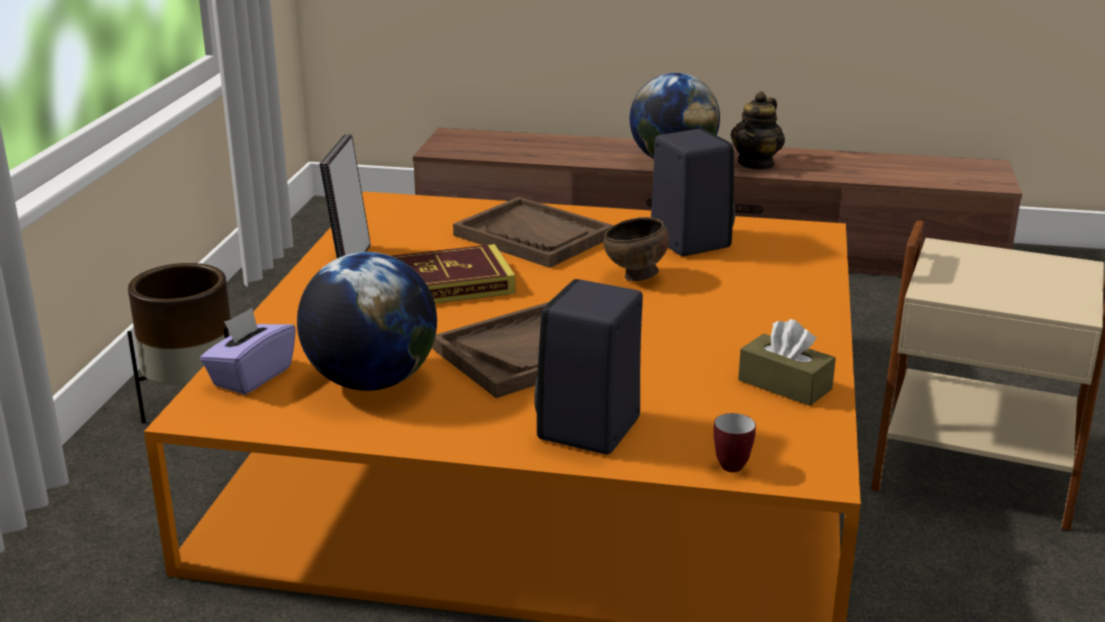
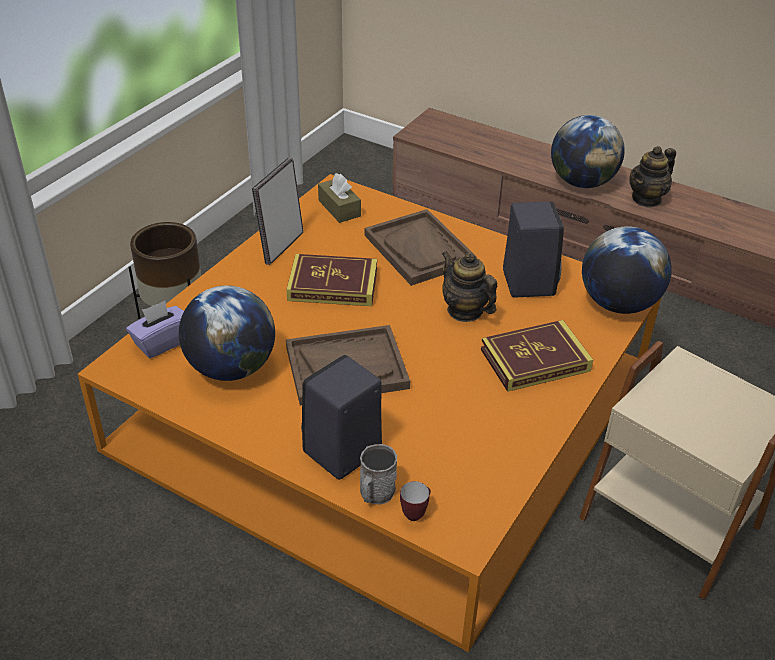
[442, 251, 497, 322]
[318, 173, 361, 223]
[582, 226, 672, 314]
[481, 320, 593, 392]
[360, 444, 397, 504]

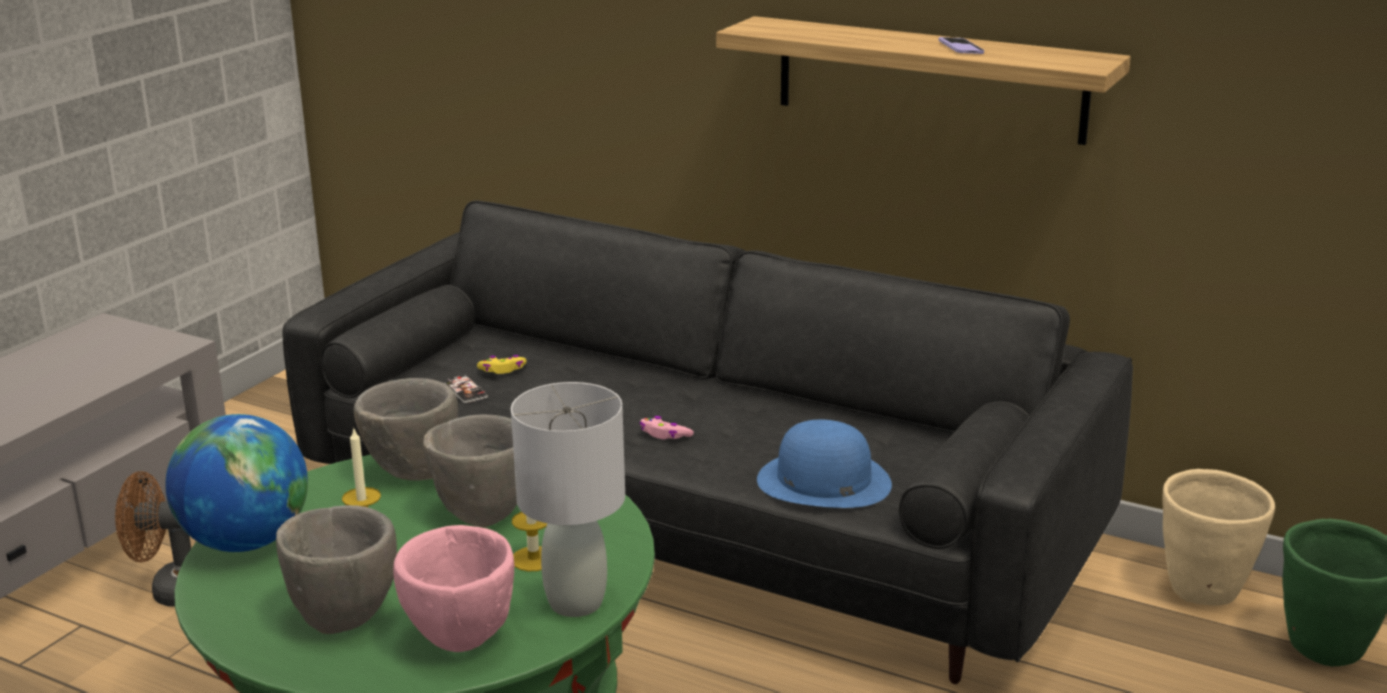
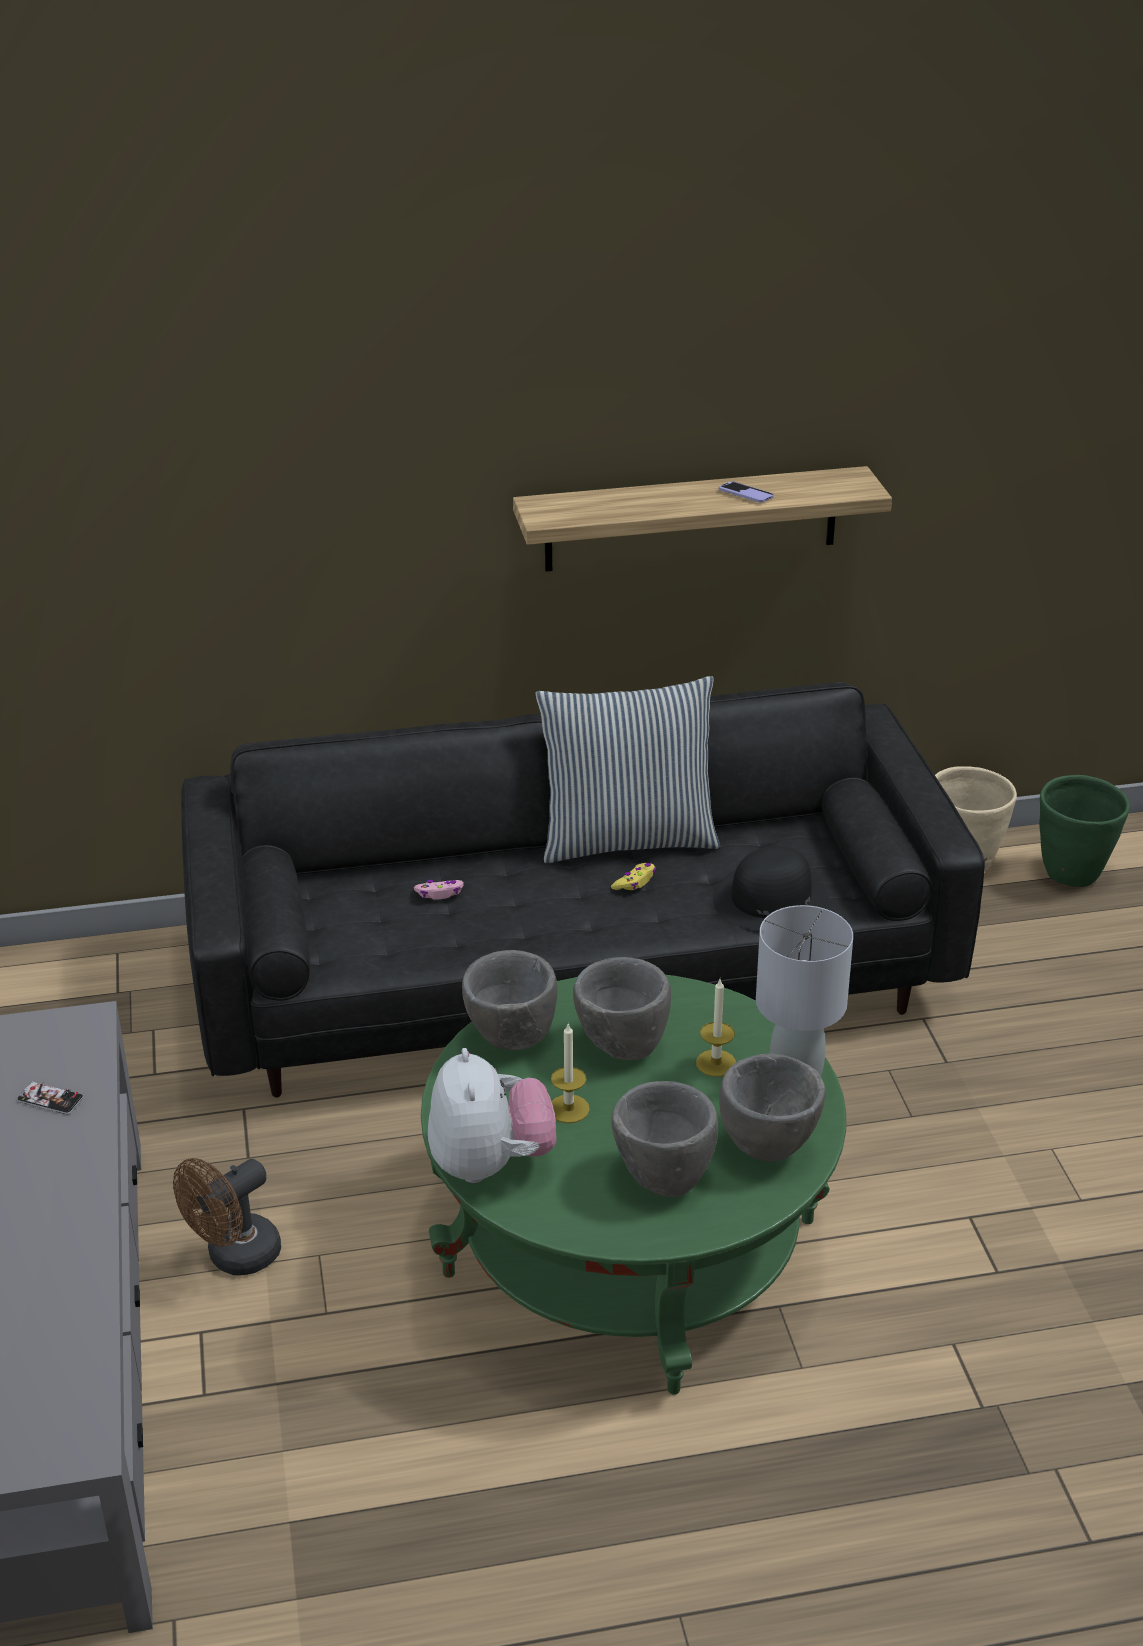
[611, 863, 656, 890]
[17, 1081, 84, 1115]
[428, 1048, 556, 1183]
[414, 880, 464, 900]
[713, 846, 829, 930]
[719, 1054, 826, 1161]
[536, 676, 720, 863]

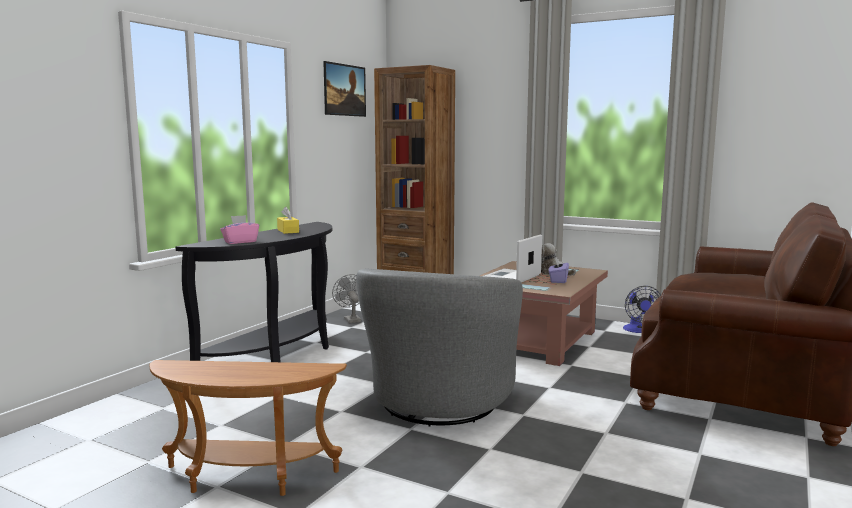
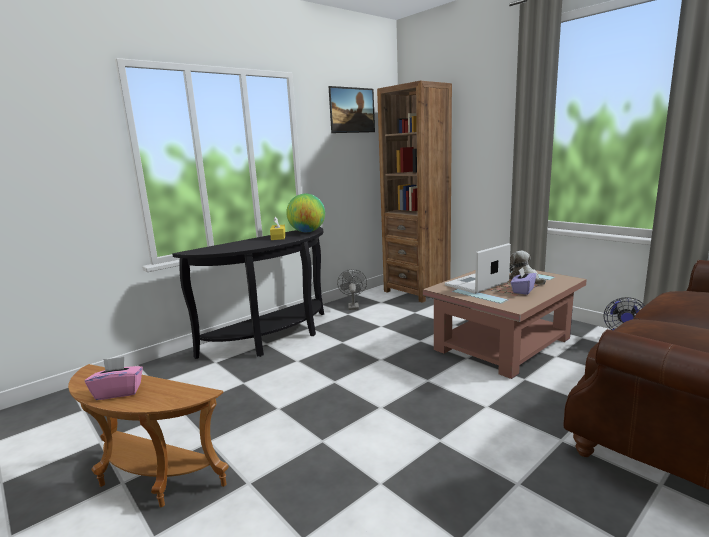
[85, 357, 143, 400]
[356, 269, 523, 427] (first image)
[286, 194, 325, 232]

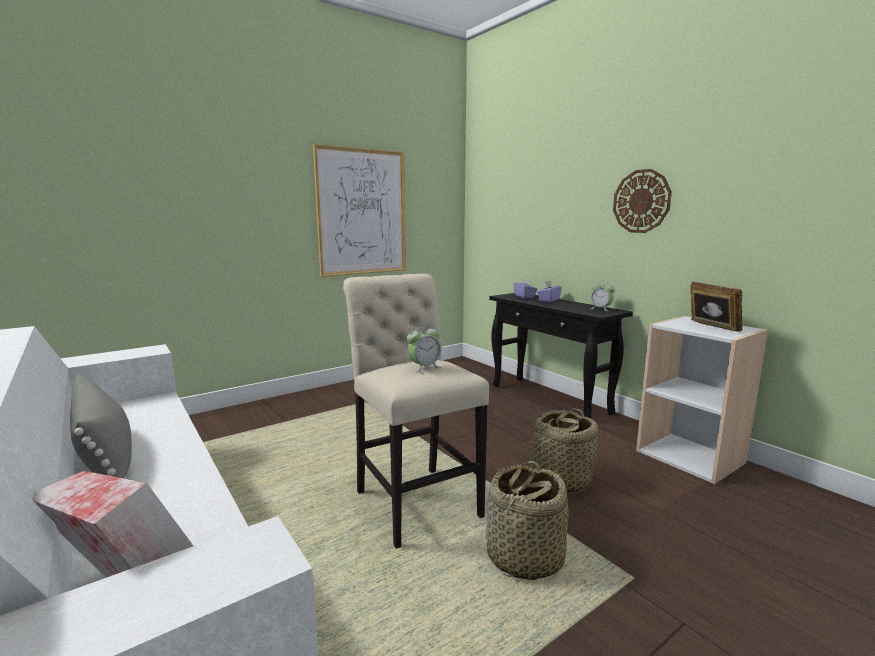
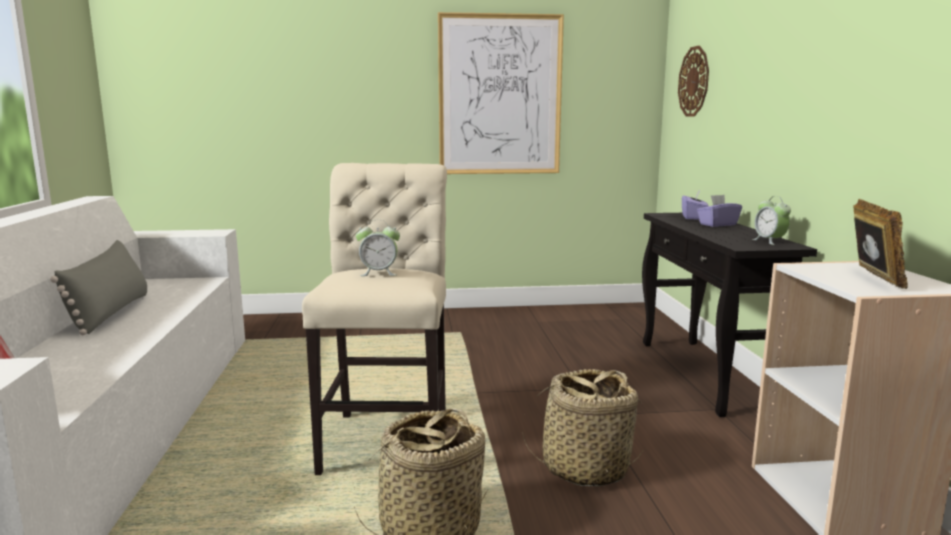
[678, 46, 709, 117]

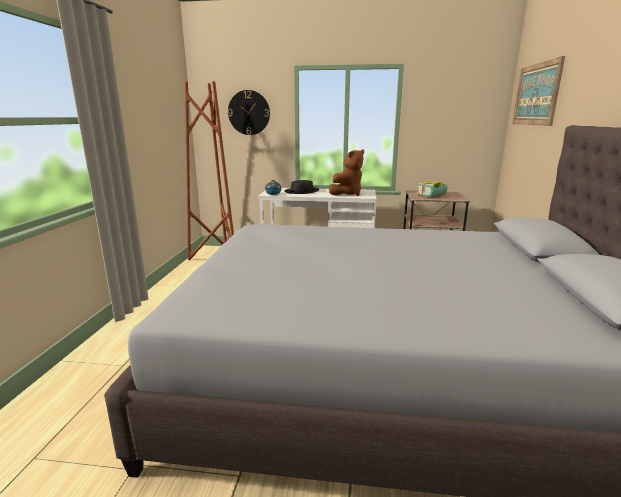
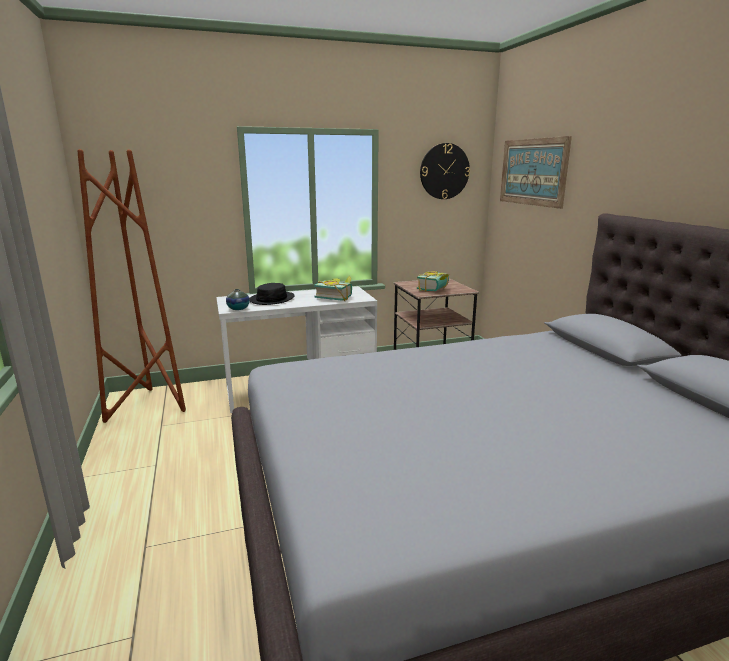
[420, 143, 470, 199]
[314, 276, 352, 301]

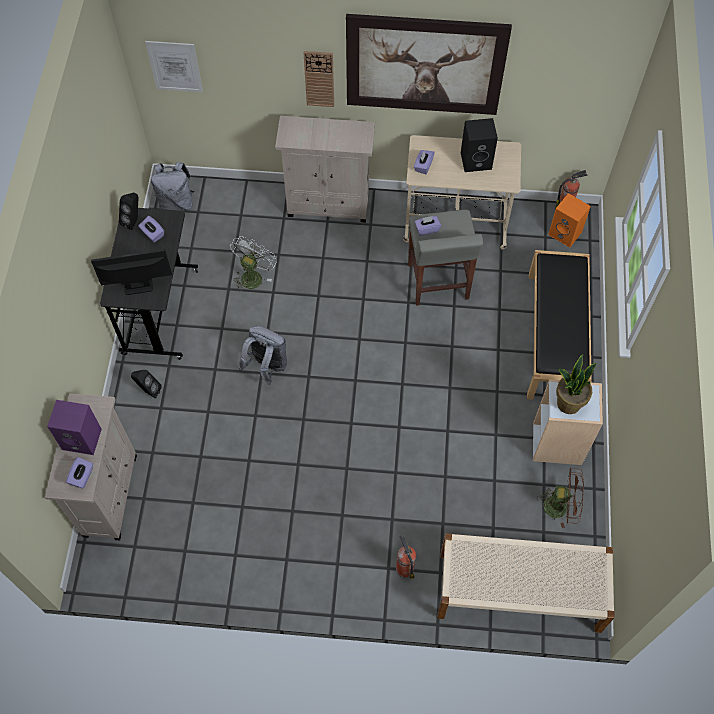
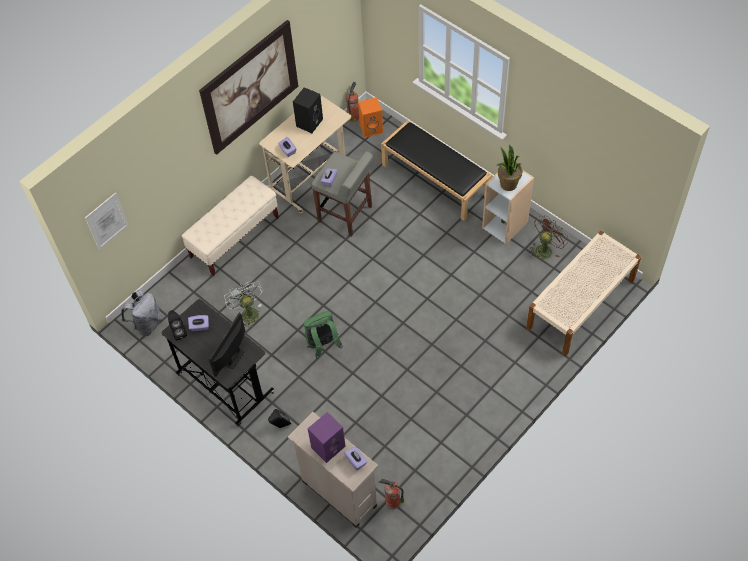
[304, 51, 334, 107] (first image)
[182, 176, 279, 276]
[304, 311, 343, 359]
[378, 478, 404, 509]

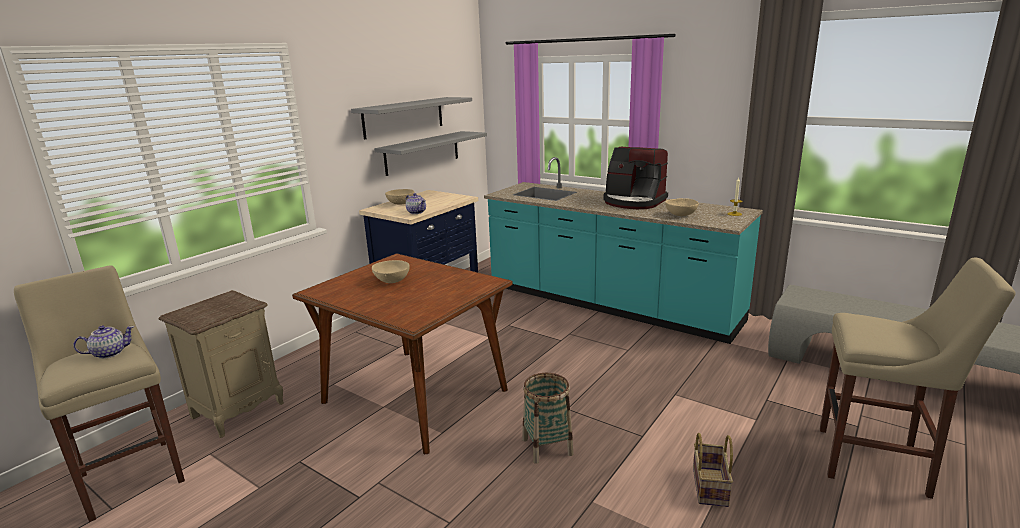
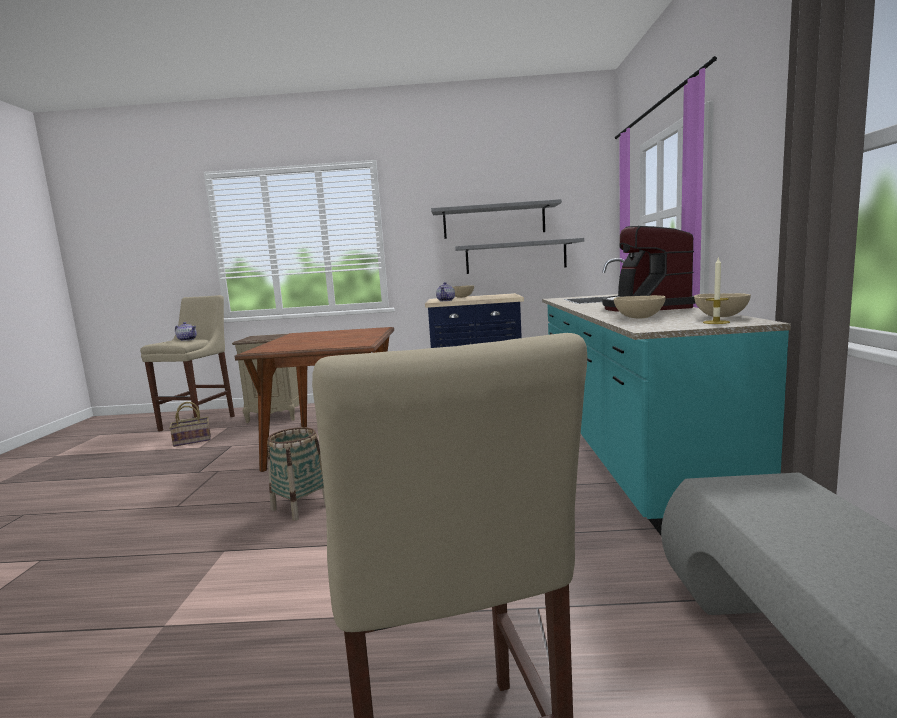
[694, 293, 751, 317]
[169, 402, 211, 447]

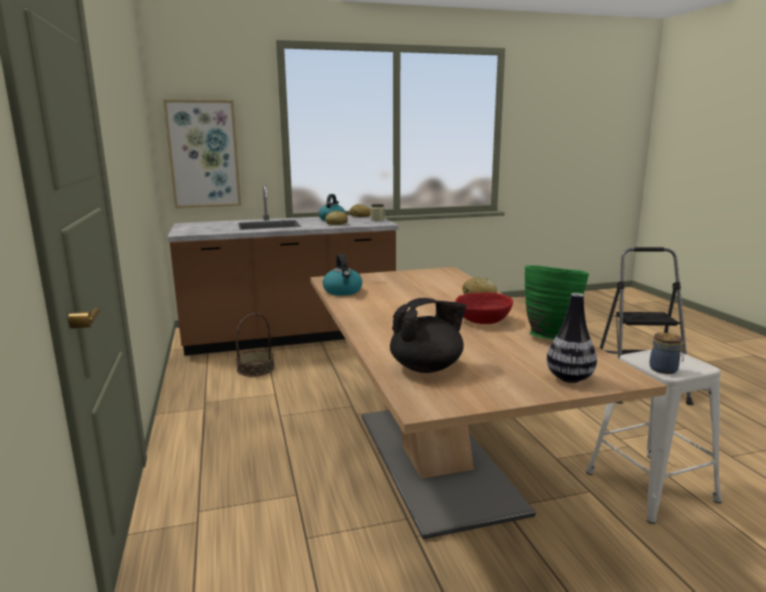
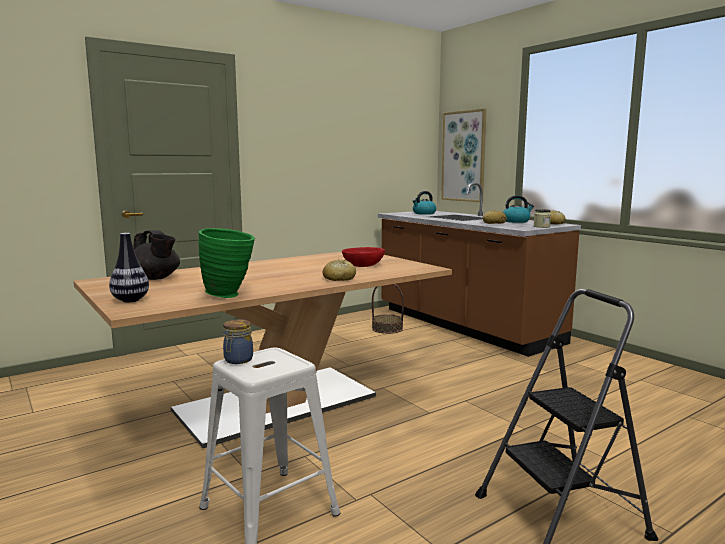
[412, 191, 436, 215]
[342, 247, 385, 267]

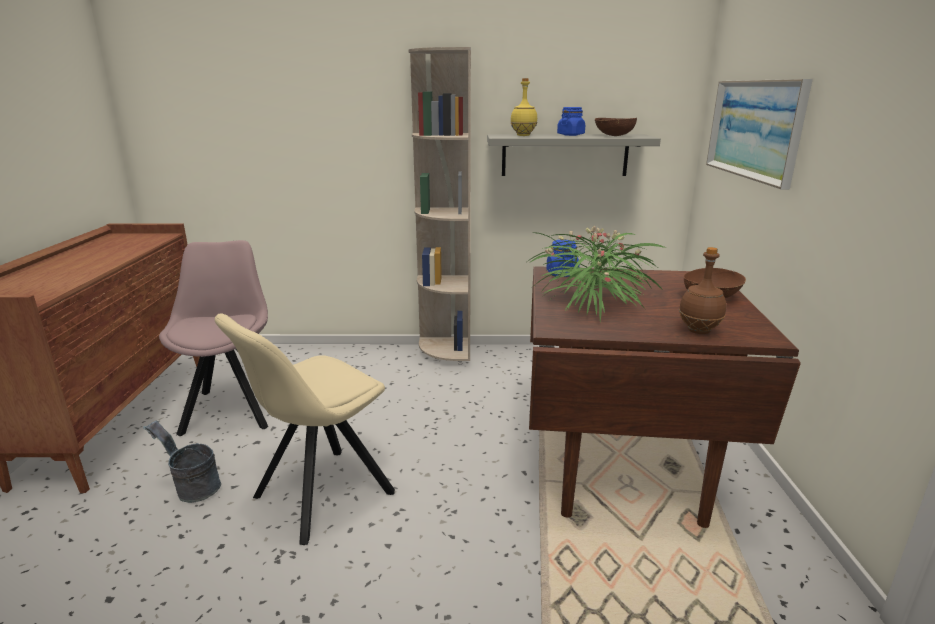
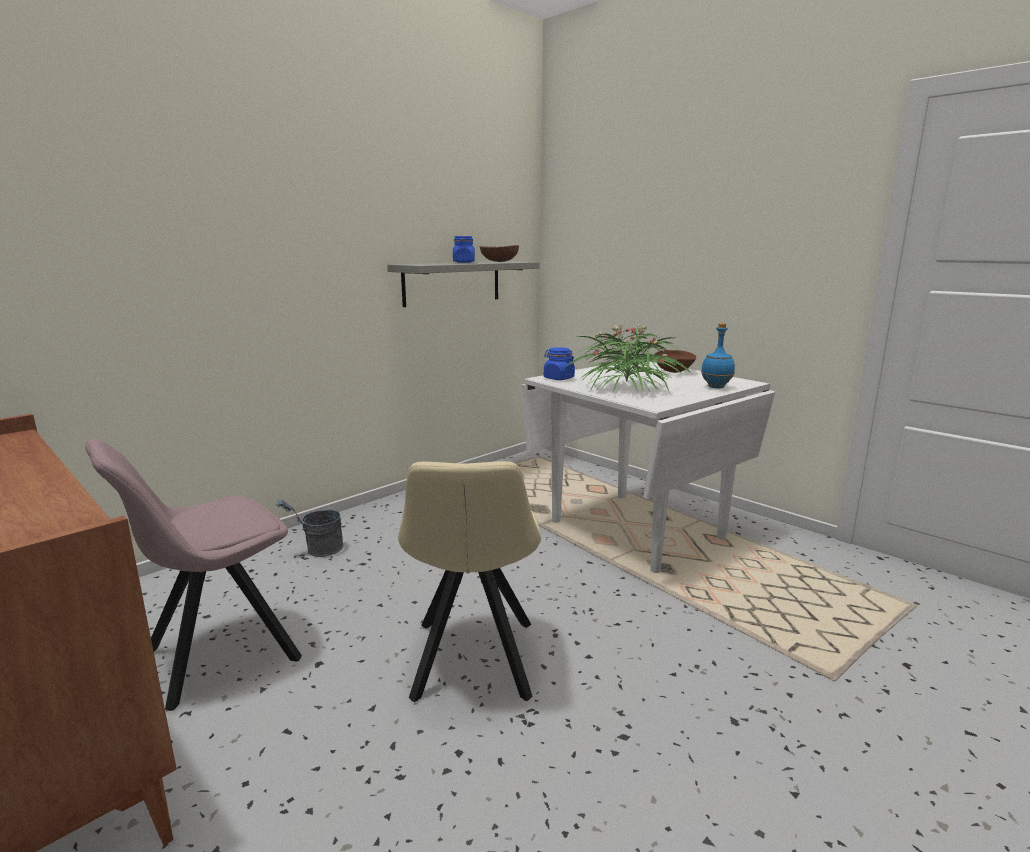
[409, 47, 471, 365] (first image)
[510, 78, 538, 136] (first image)
[706, 79, 813, 189] (first image)
[85, 439, 302, 711]
[701, 323, 735, 388]
[521, 362, 775, 573]
[276, 499, 343, 557]

